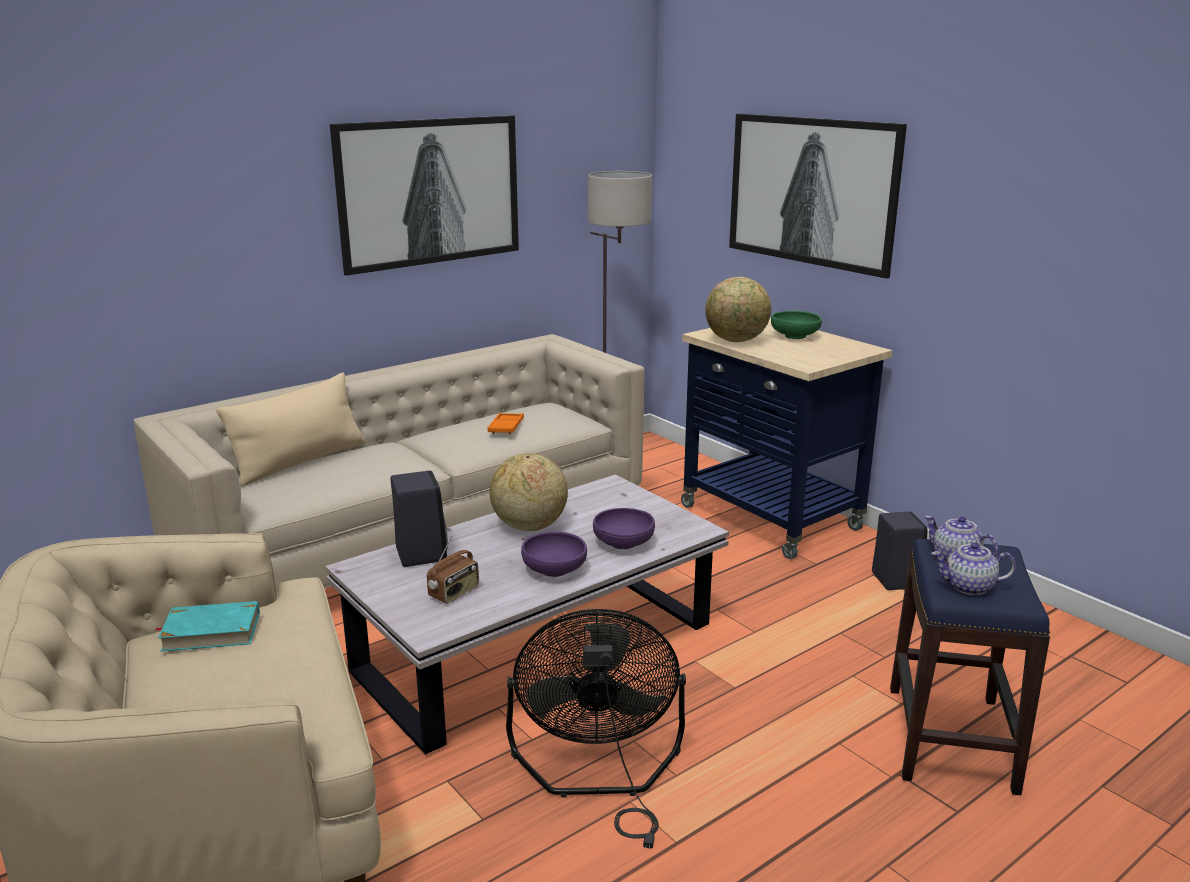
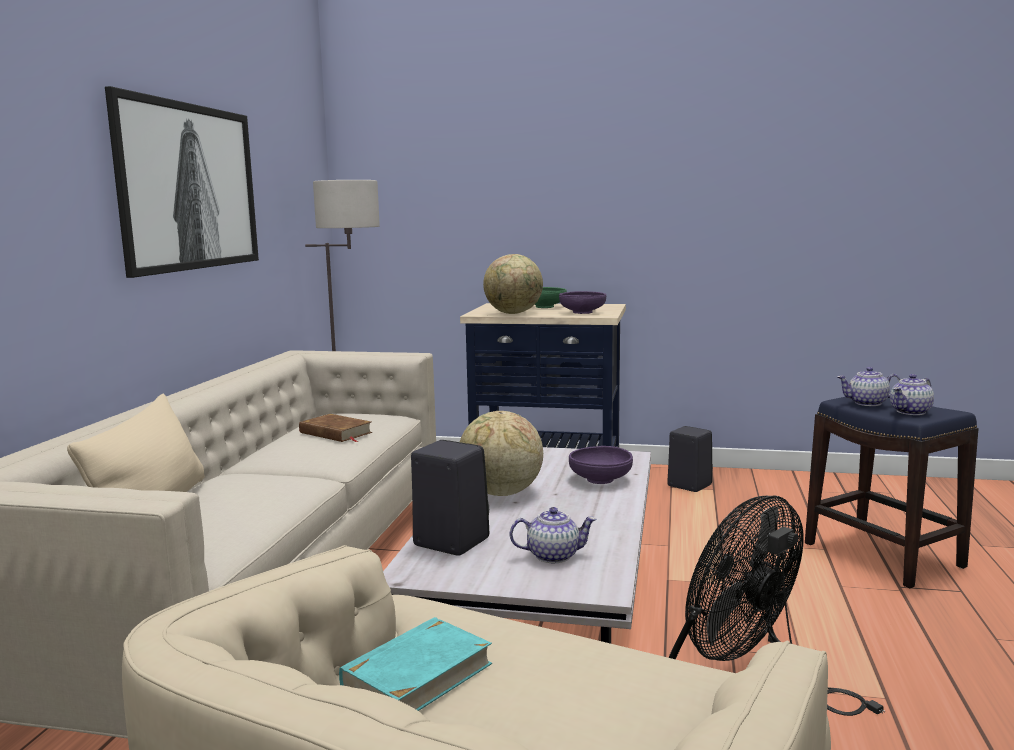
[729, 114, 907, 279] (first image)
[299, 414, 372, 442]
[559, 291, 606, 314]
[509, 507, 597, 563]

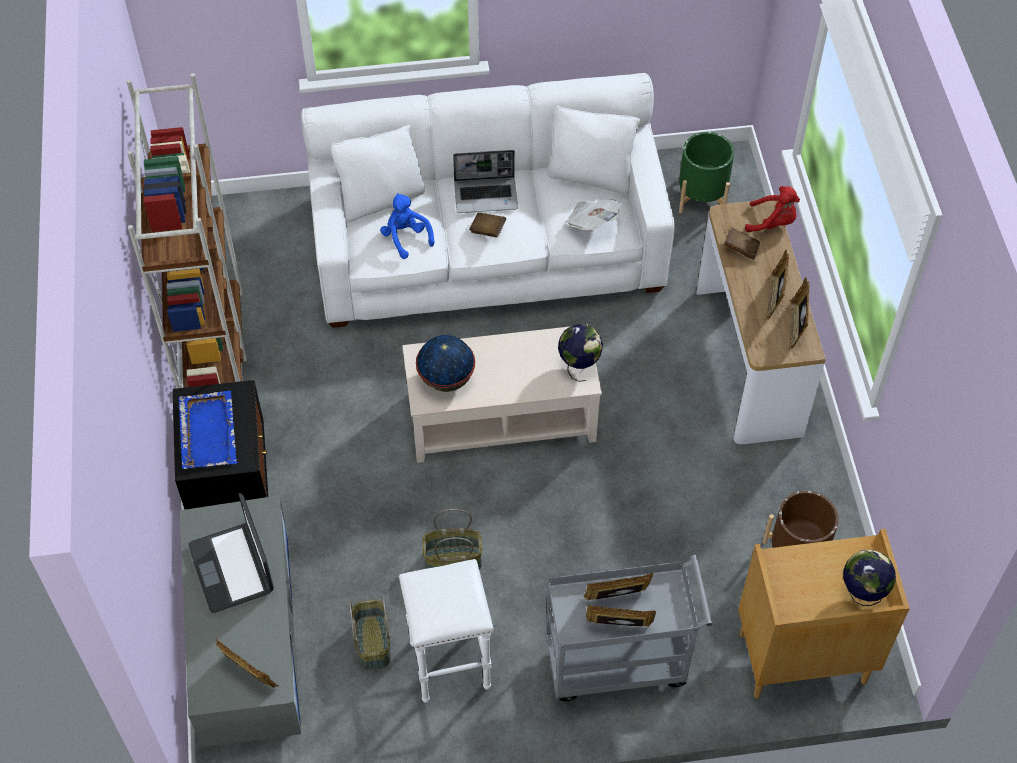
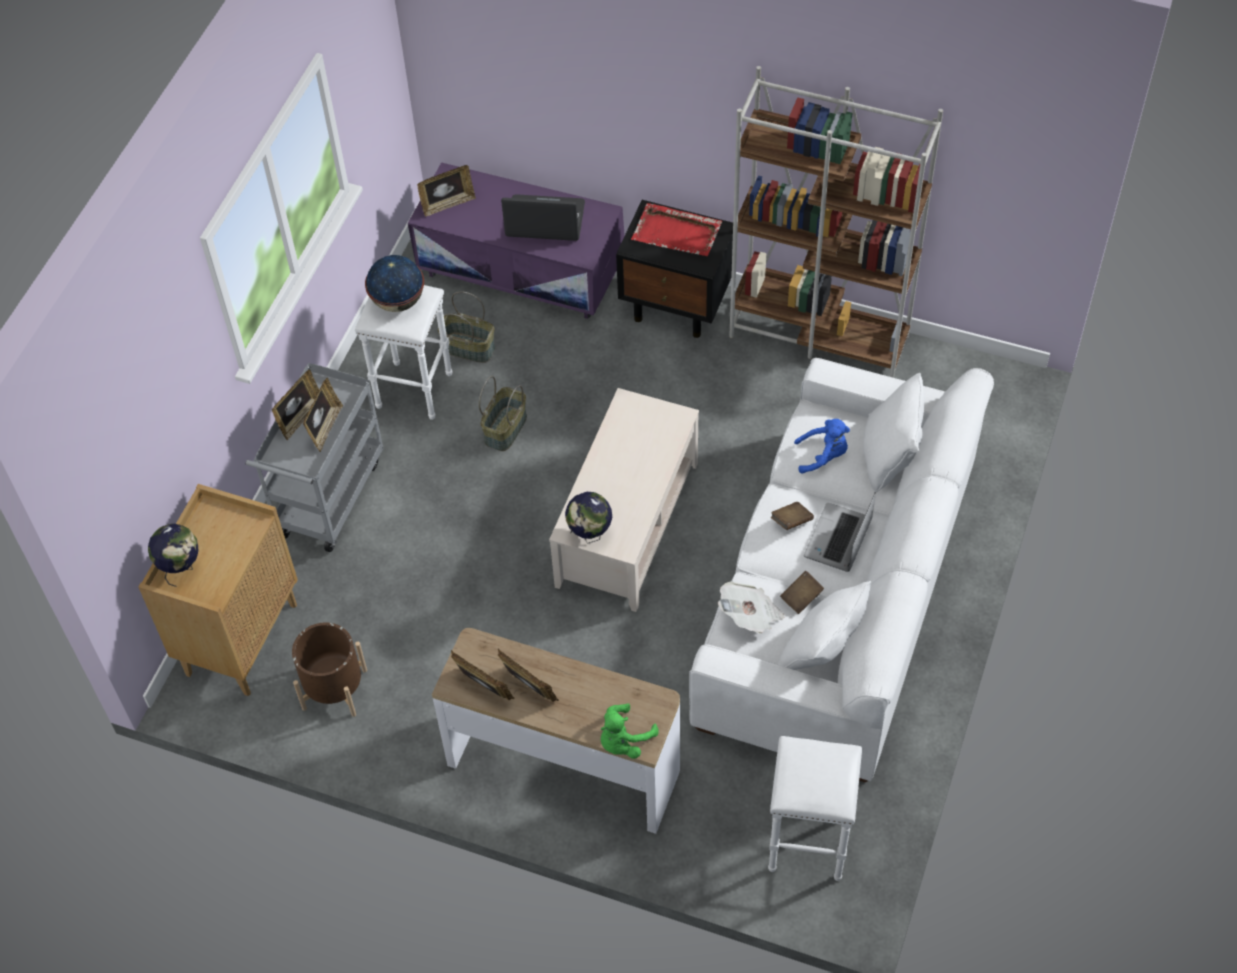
[768, 736, 862, 881]
[601, 703, 659, 759]
[780, 571, 824, 614]
[365, 255, 424, 312]
[631, 203, 722, 256]
[408, 162, 625, 319]

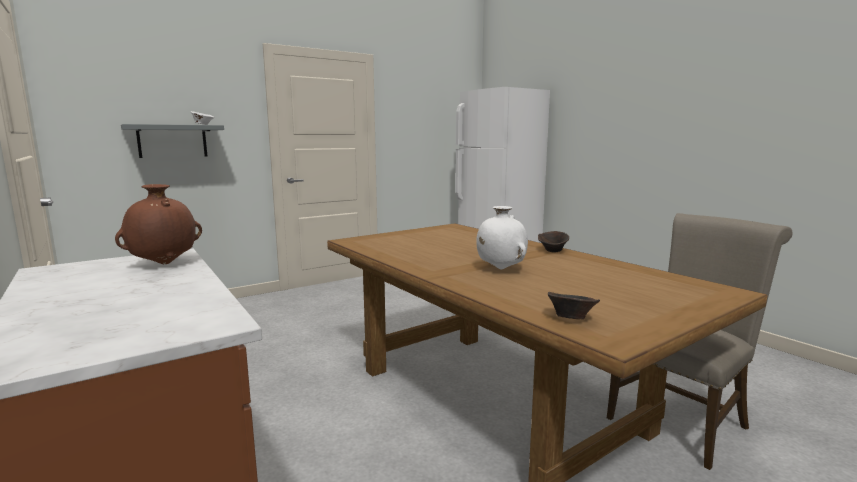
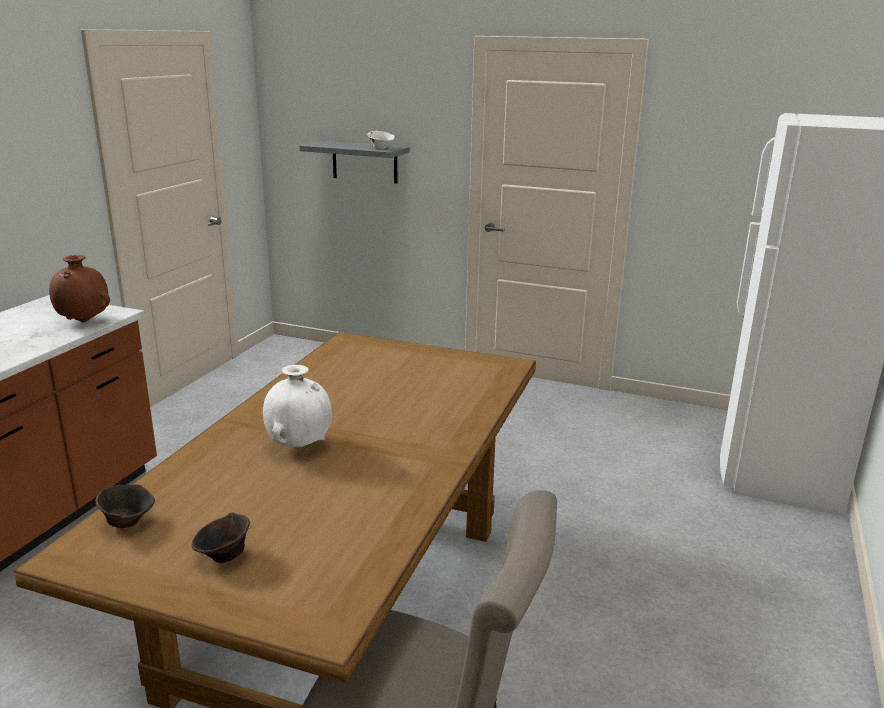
[191, 512, 250, 563]

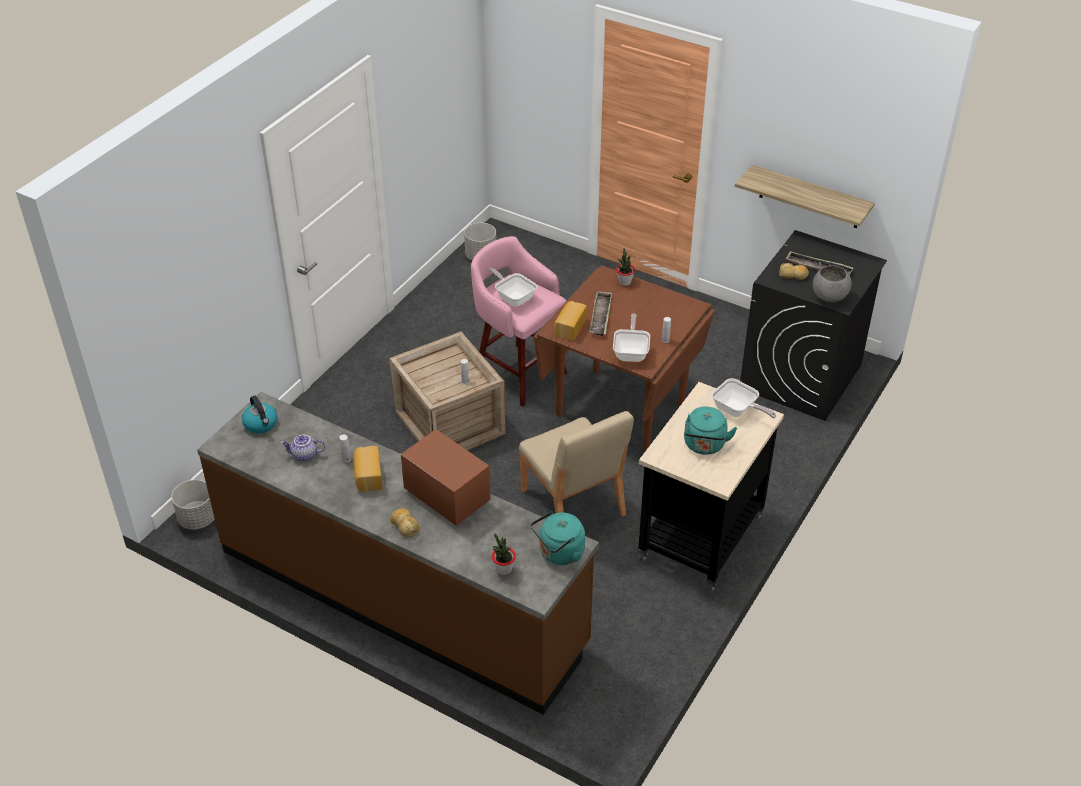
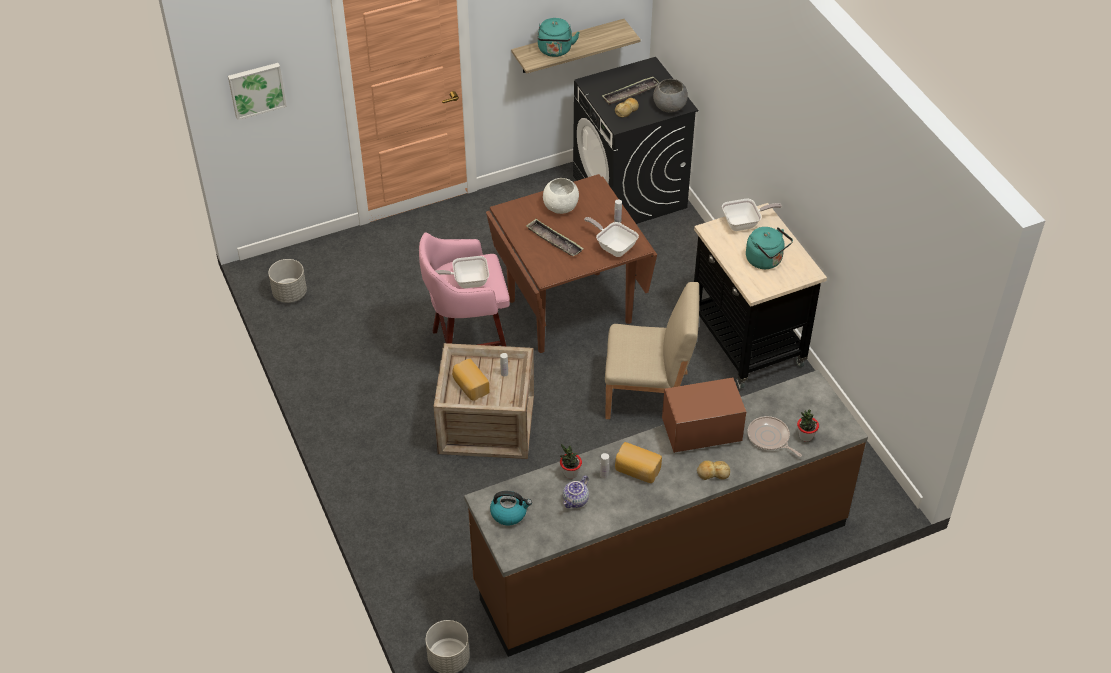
[560, 444, 582, 479]
[452, 359, 490, 401]
[538, 18, 580, 57]
[228, 63, 287, 120]
[543, 178, 579, 214]
[747, 416, 802, 457]

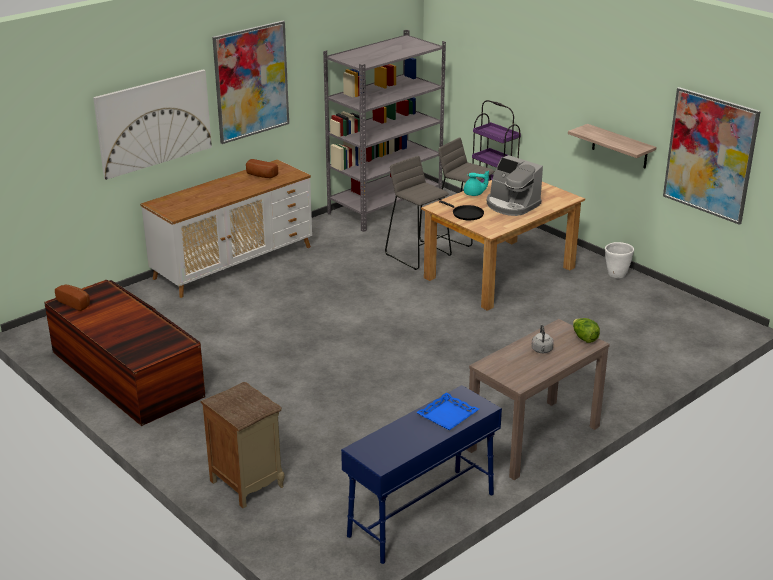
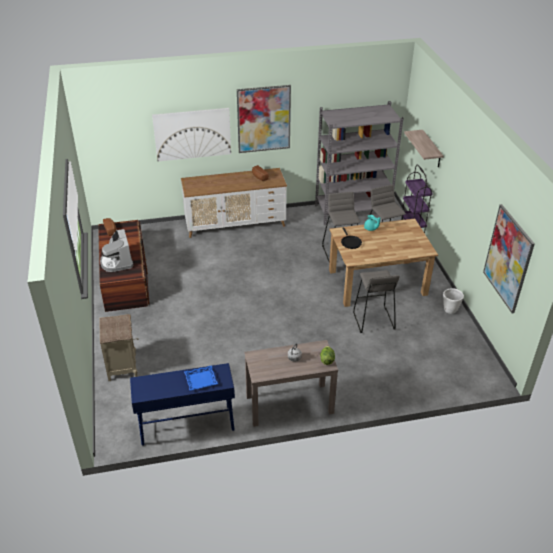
[404, 130, 444, 167]
[100, 229, 134, 272]
[353, 270, 399, 333]

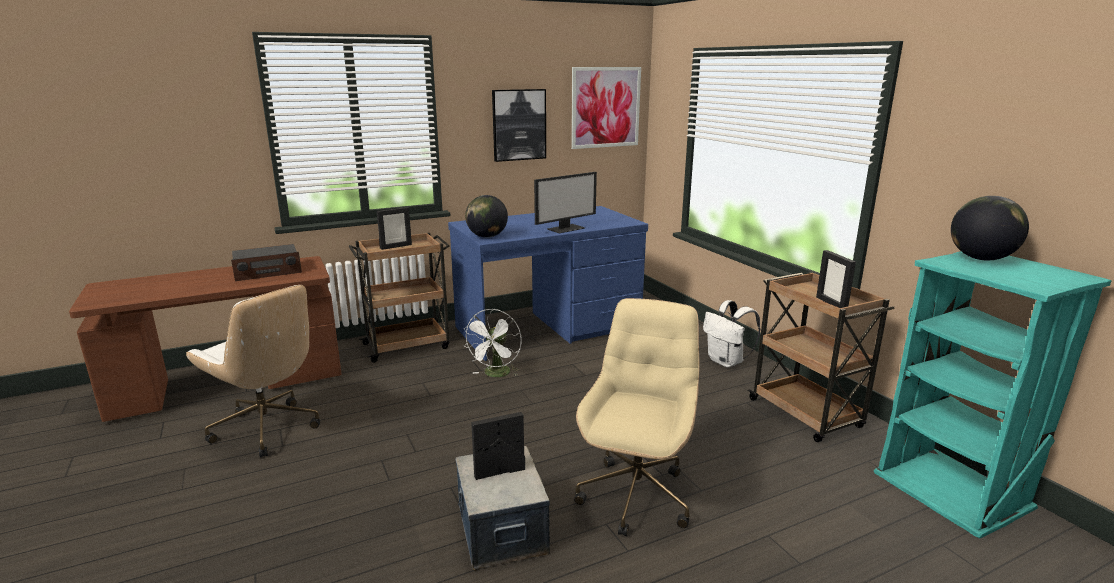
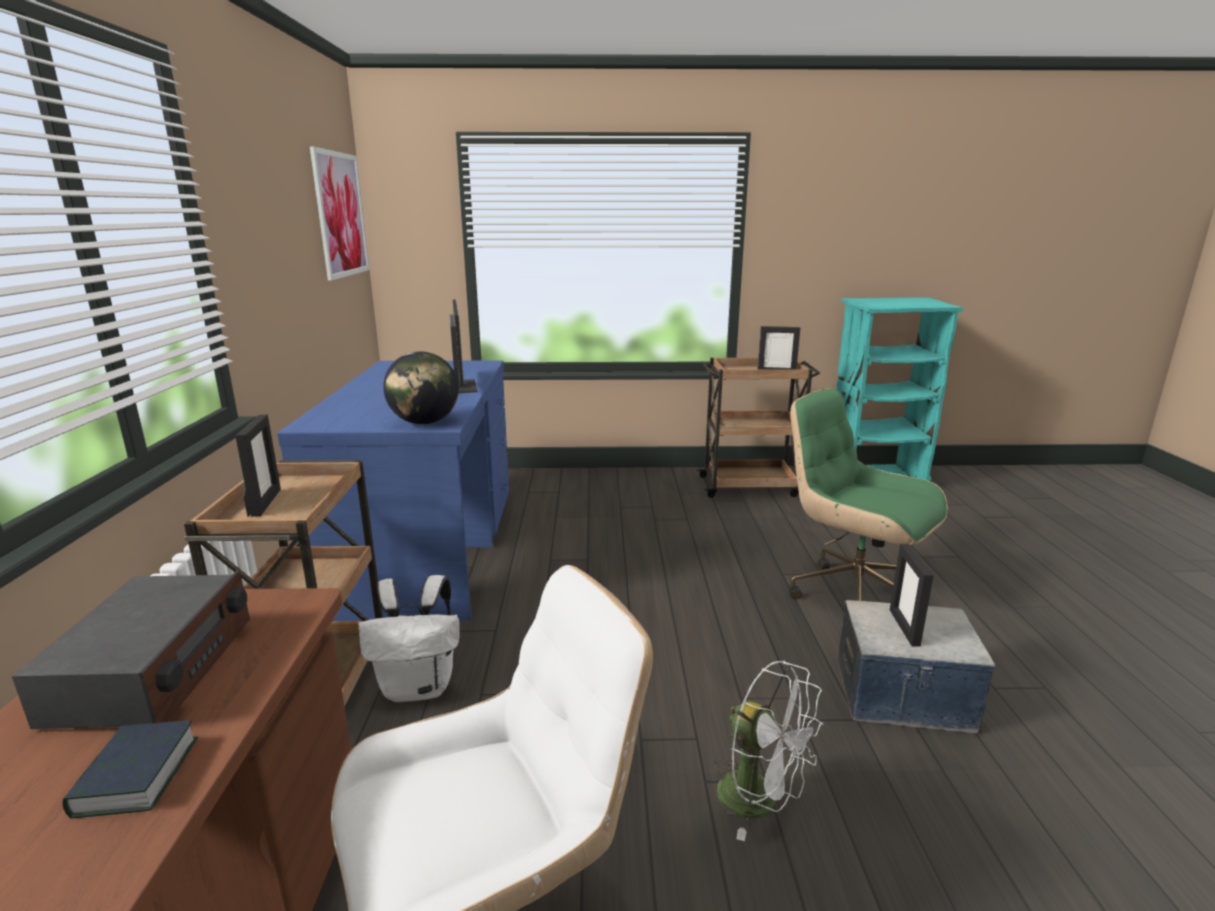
[492, 89, 546, 162] (first image)
[951, 196, 1029, 260] (first image)
[789, 388, 948, 601]
[358, 575, 460, 702]
[713, 661, 824, 841]
[63, 721, 198, 818]

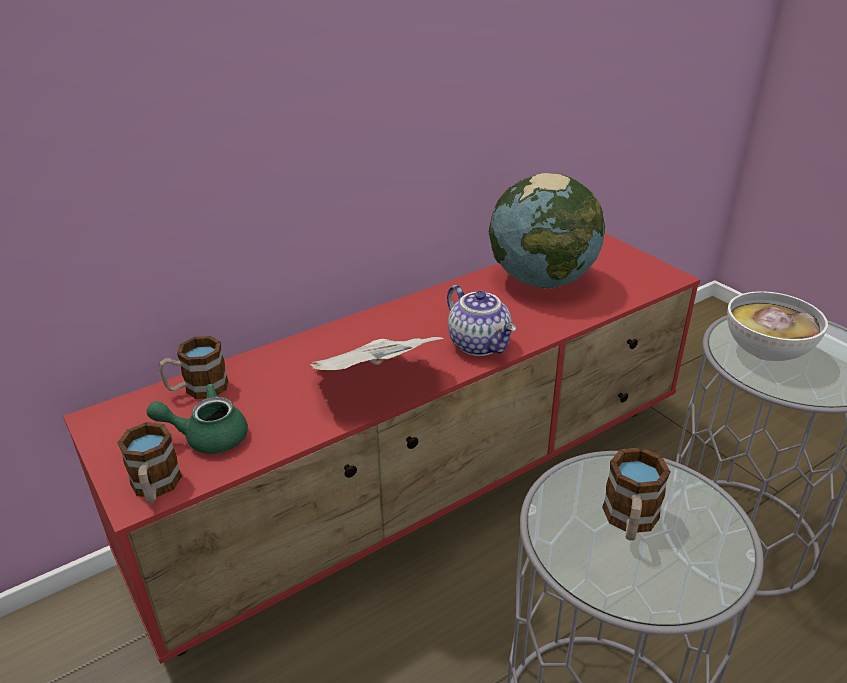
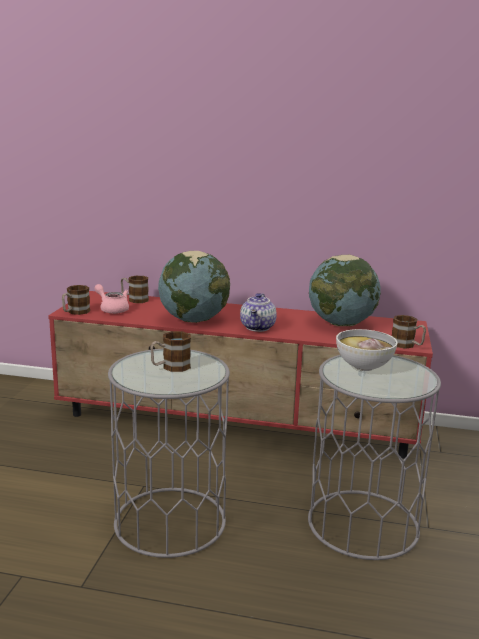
[158, 251, 230, 323]
[95, 284, 129, 314]
[392, 315, 426, 349]

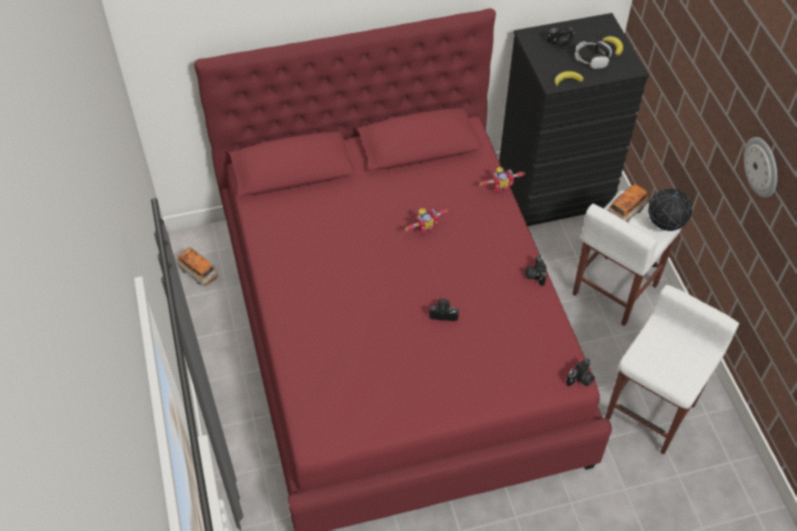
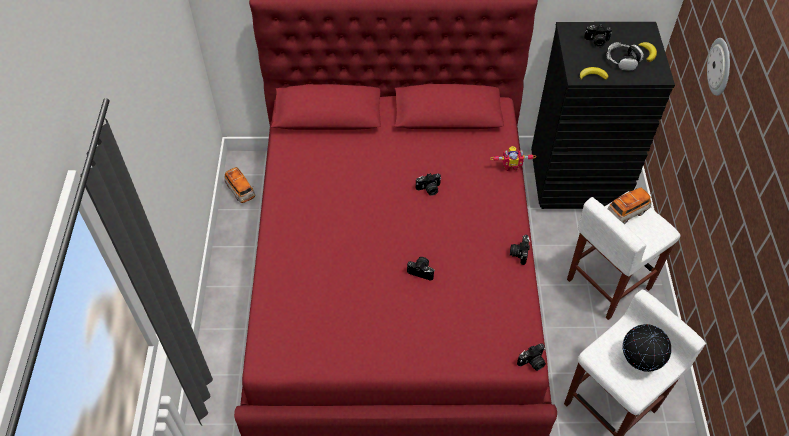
[707, 38, 730, 96]
[622, 324, 672, 372]
[416, 173, 441, 196]

